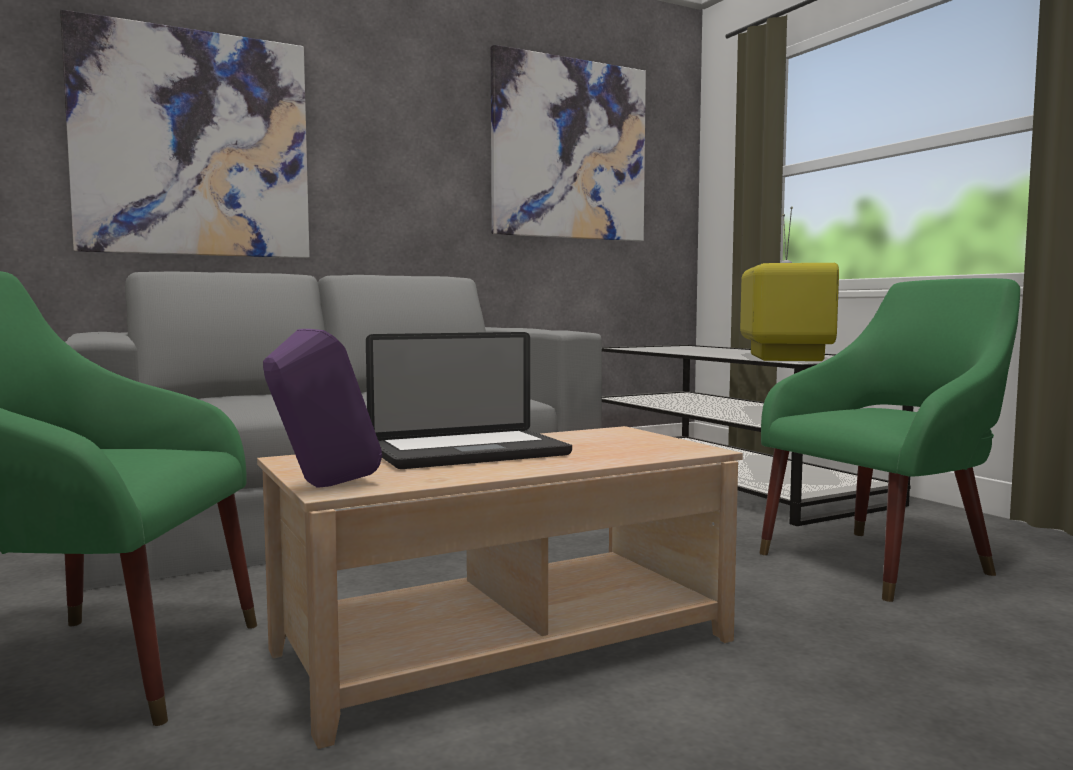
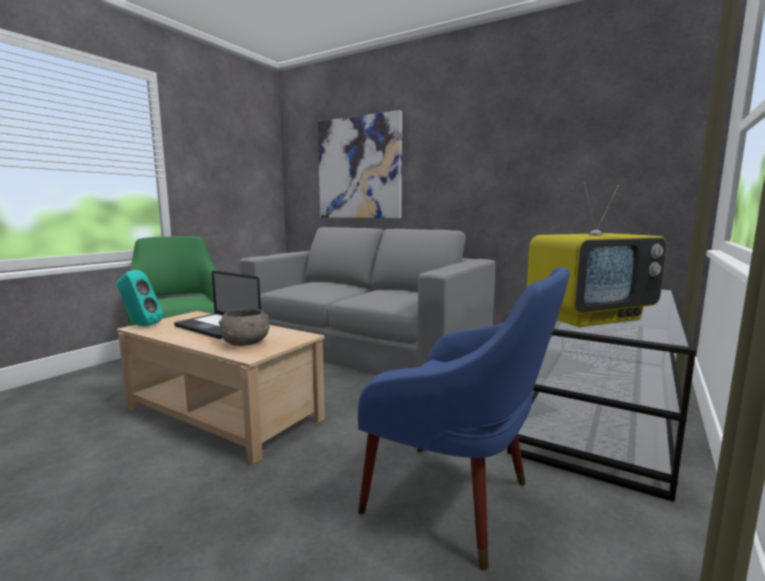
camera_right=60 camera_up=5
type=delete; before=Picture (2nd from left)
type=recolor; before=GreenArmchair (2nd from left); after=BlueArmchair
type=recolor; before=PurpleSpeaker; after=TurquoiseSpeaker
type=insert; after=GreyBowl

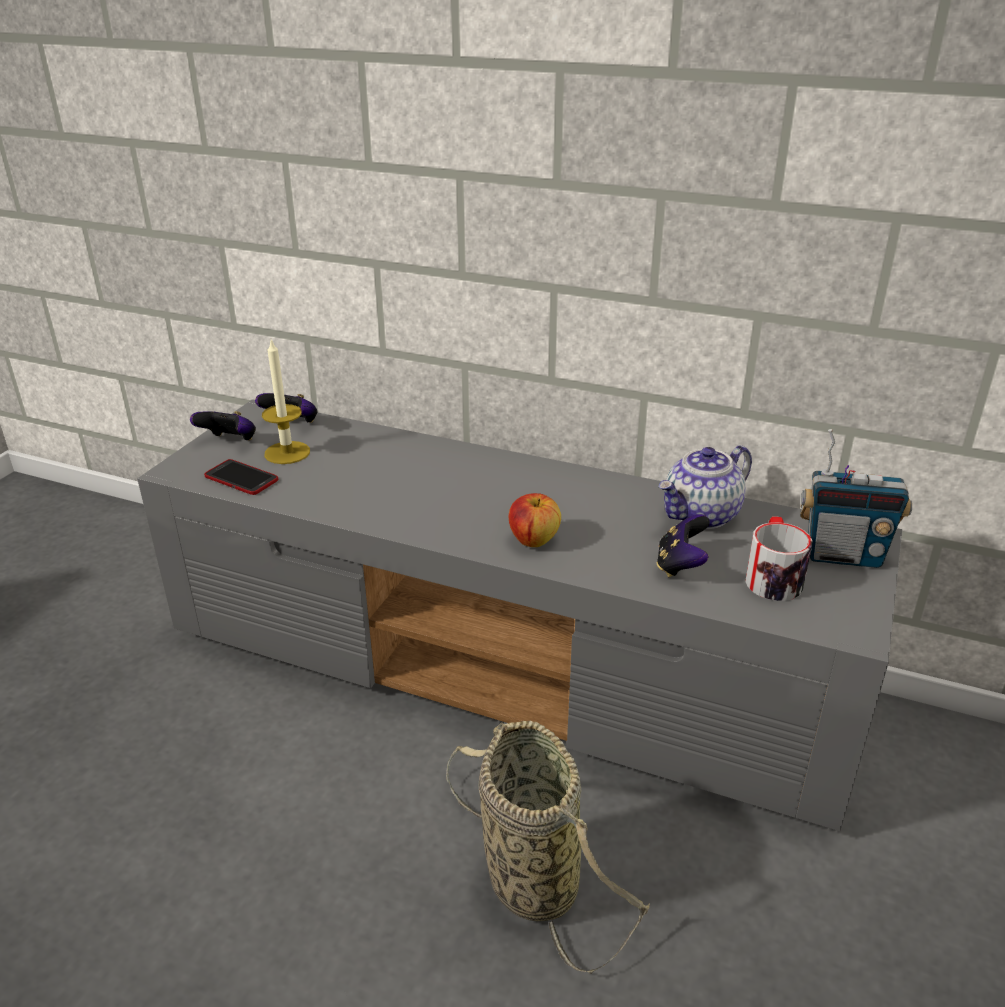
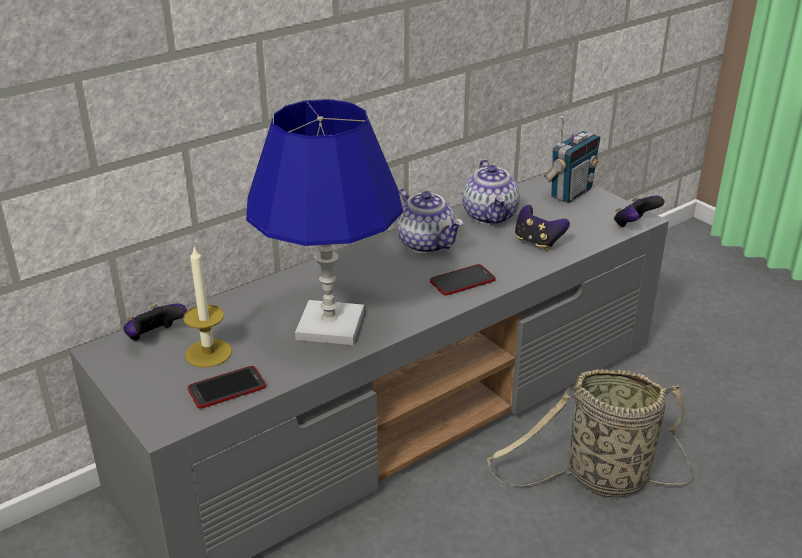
camera_right=-60 camera_up=0
type=move; before=GameController (1st from left in the first image); after=GameController (3rd from left)
type=replace; before=Apple; after=Phone (2nd from left)
type=delete; before=Mug
type=insert; after=BlueTableLamp
type=insert; after=Teapot (1st from left)

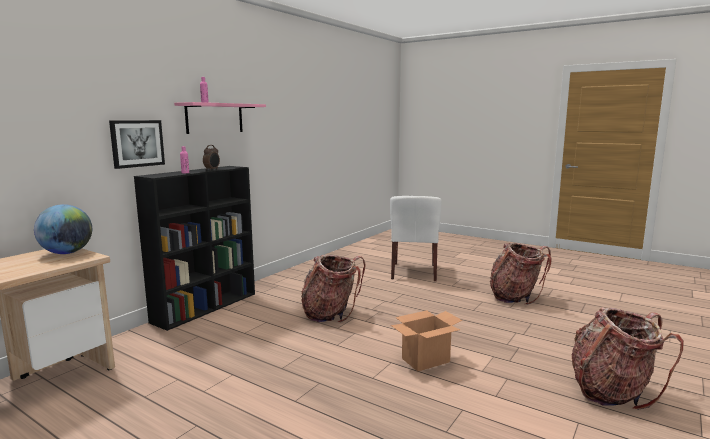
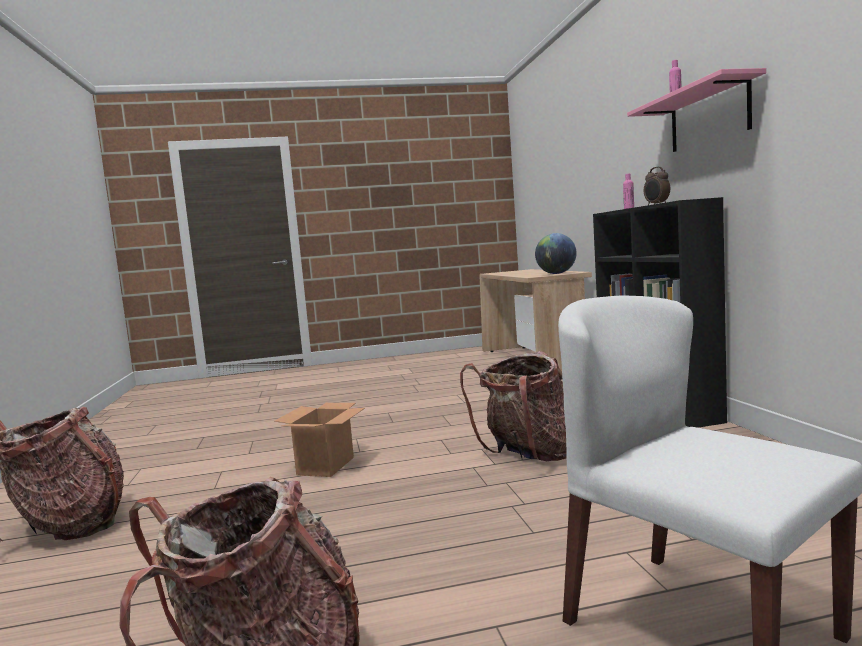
camera_right=135 camera_up=-5
type=delete; before=Picture

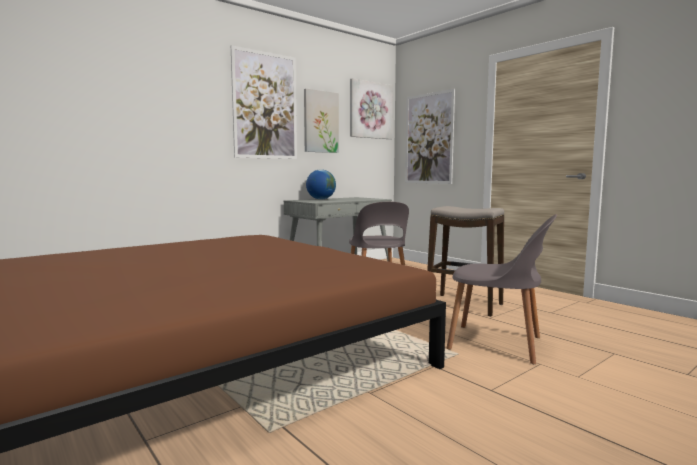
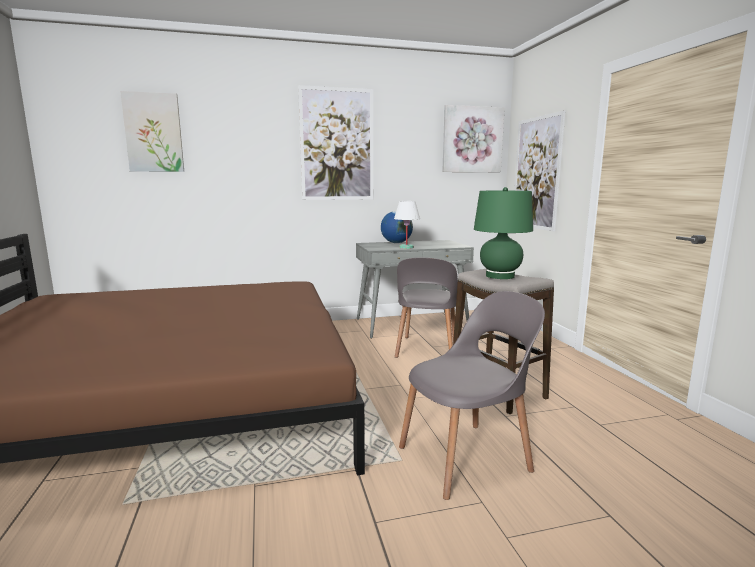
camera_right=25 camera_up=5
type=move; before=Picture (2nd from left in the first image); after=Picture (1st from left)
type=rotate; before=GreyChair (2nd from left); turn=-75
type=insert; after=GreenTableLamp
type=insert; after=WhiteTableLamp

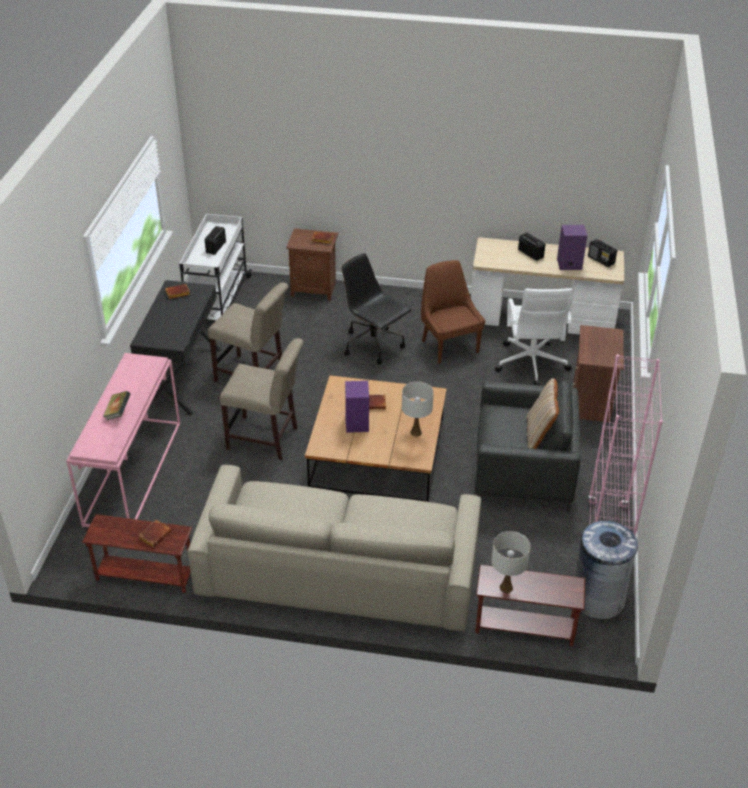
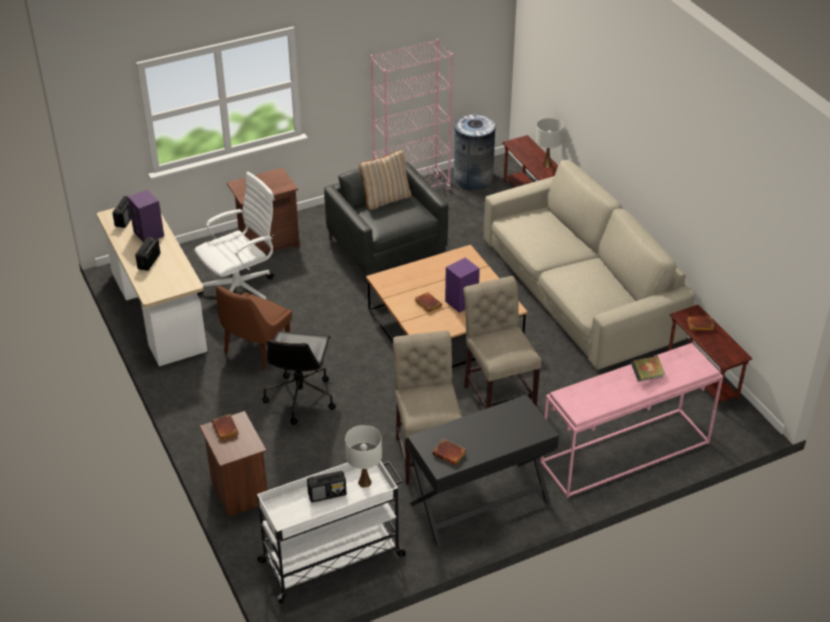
camera_right=-125 camera_up=0
type=move; before=WhiteTableLamp (1st from left)

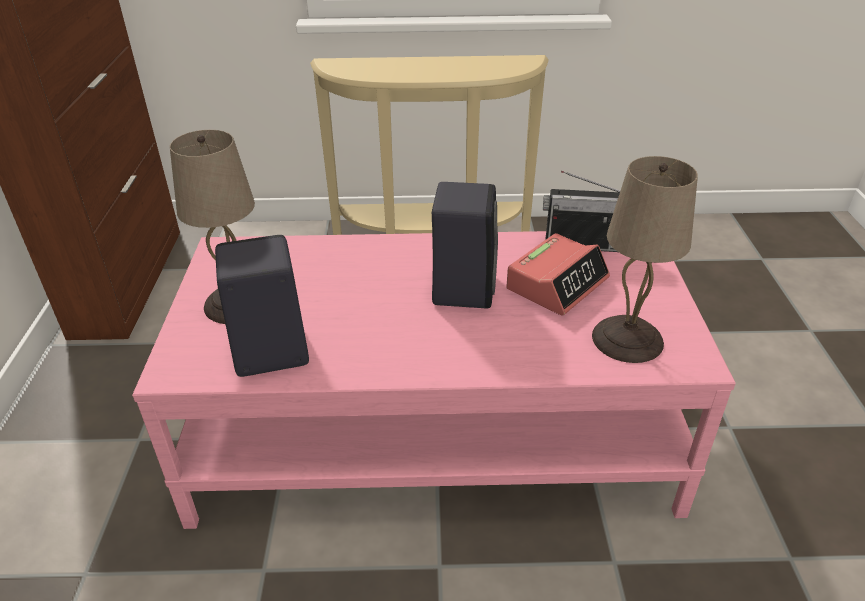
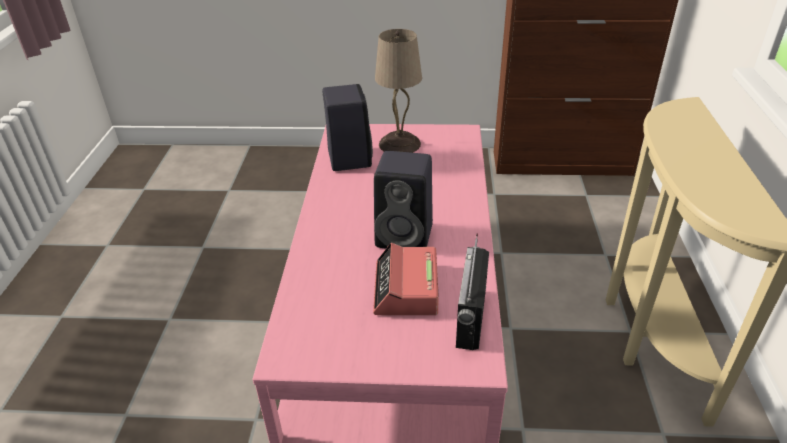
camera_right=95 camera_up=0
type=delete; before=BeigeTableLamp (2nd from left)
type=rotate; before=AlarmClock; turn=45

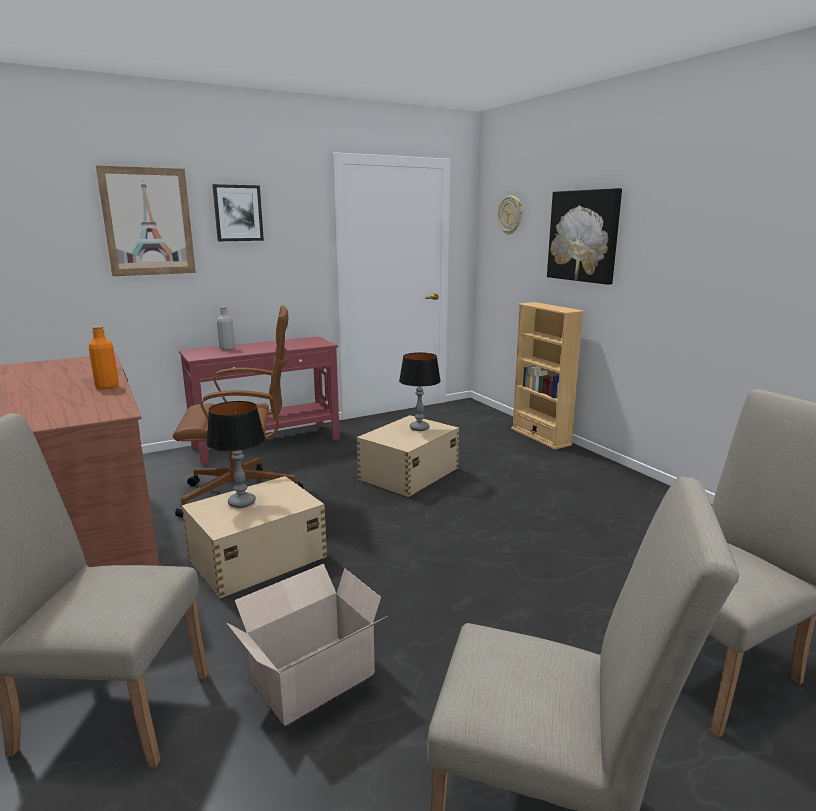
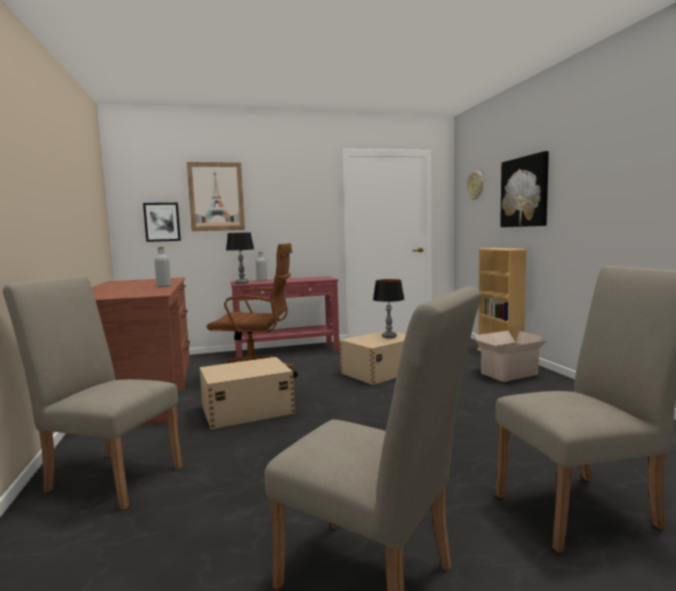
camera_right=15 camera_up=-10
type=move; before=Picture (2nd from left in the first image); after=Picture (1st from left)
type=recolor; before=OrangeBottle; after=GreyBottle (1st from left)
type=move; before=TableLamp (1st from left)
type=move; before=CardboardBox

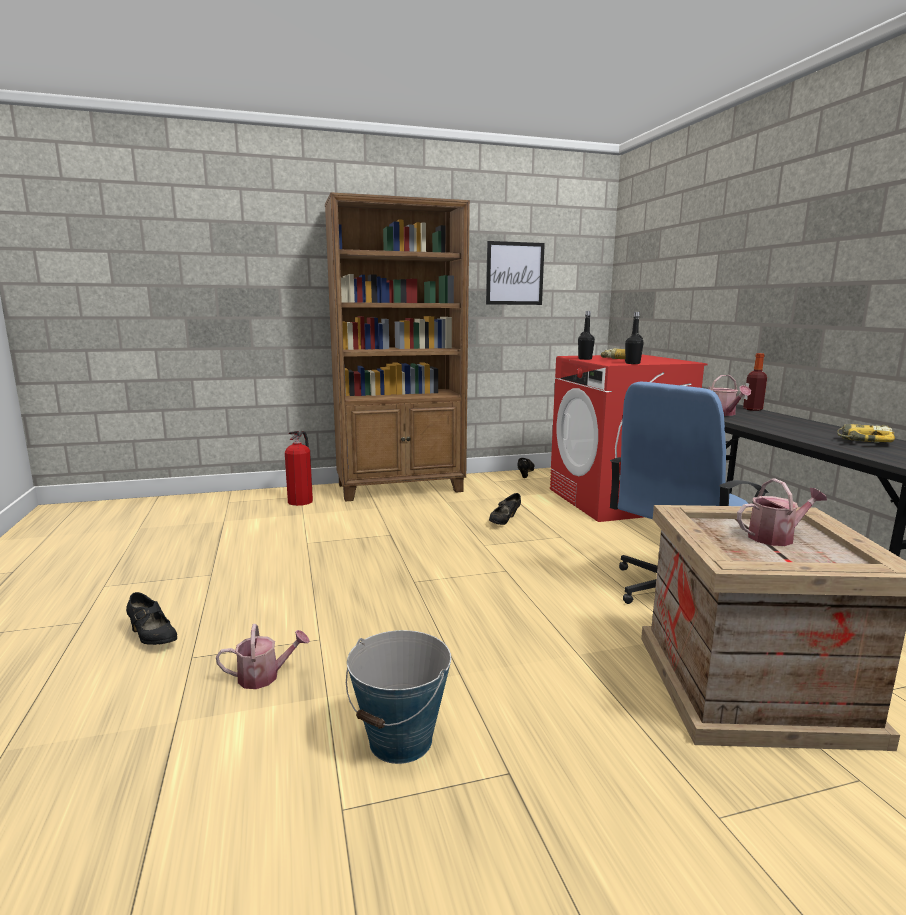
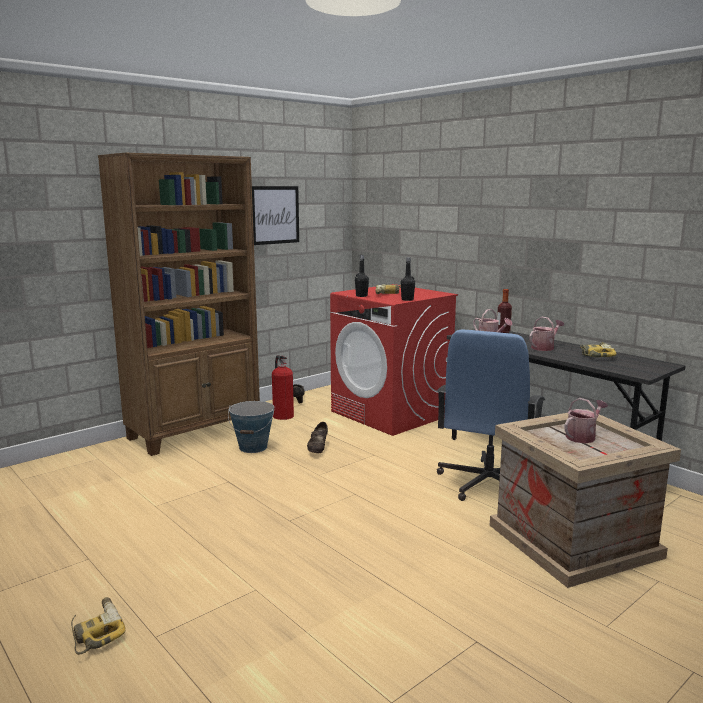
camera_right=-25 camera_up=0
type=move; before=FireExtinguisher
type=replace; before=BlackShoe (1st from left); after=PowerDrill (1st from left)
type=move; before=WateringCan (1st from left in the first image); after=WateringCan (2nd from left)
type=move; before=Bucket

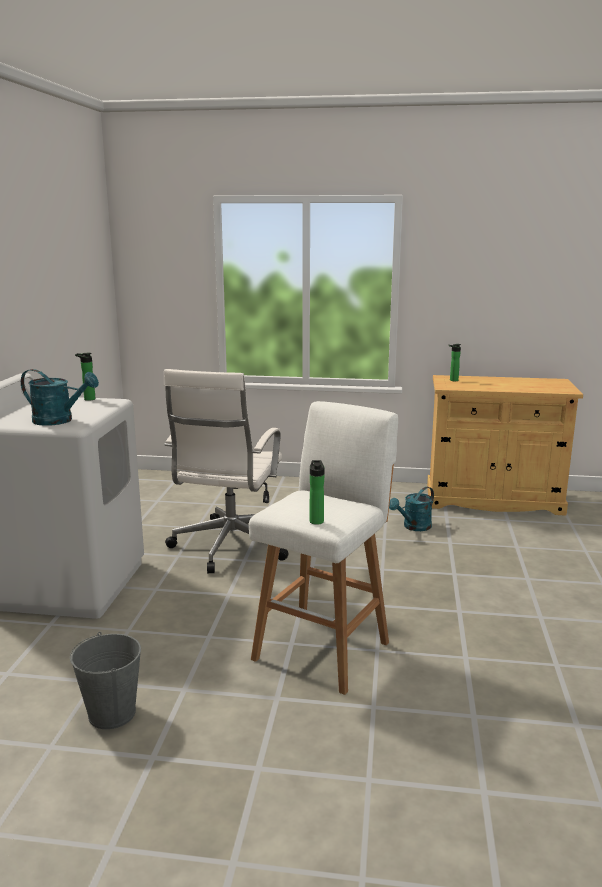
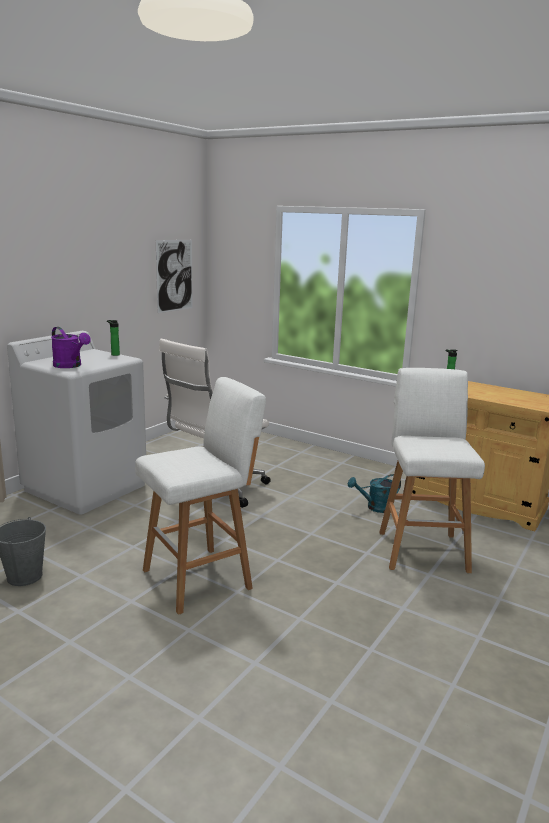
camera_right=25 camera_up=0
type=recolor; before=TurquoiseWateringCan (1st from left); after=PurpleWateringCan
type=delete; before=Bottle (2nd from left)
type=insert; after=Picture
type=insert; after=WhiteStool (2nd from left)

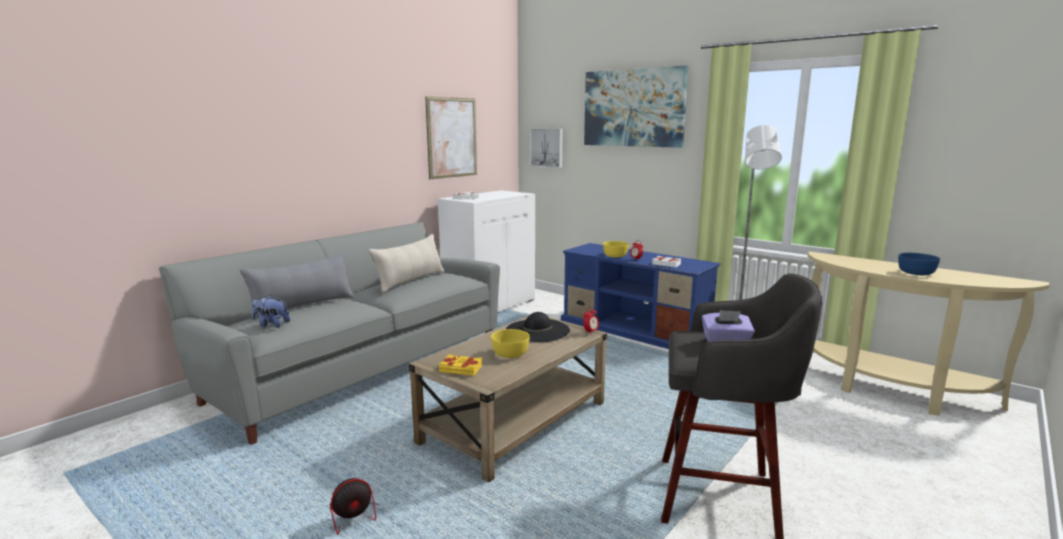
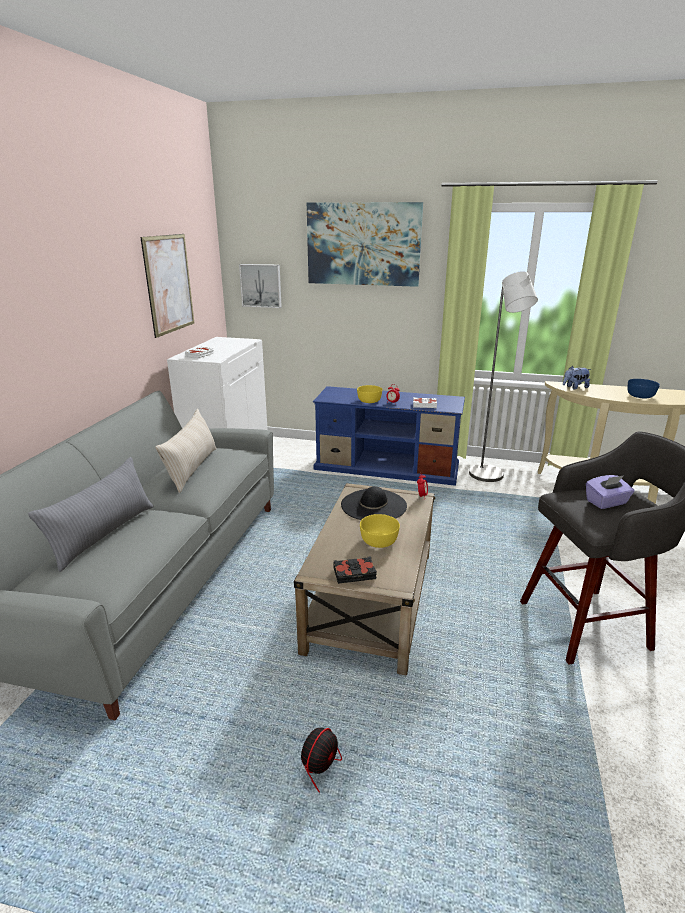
camera_right=-25 camera_up=10
type=move; before=PlushToy
type=recolor; before=YellowBook; after=BlackBook

